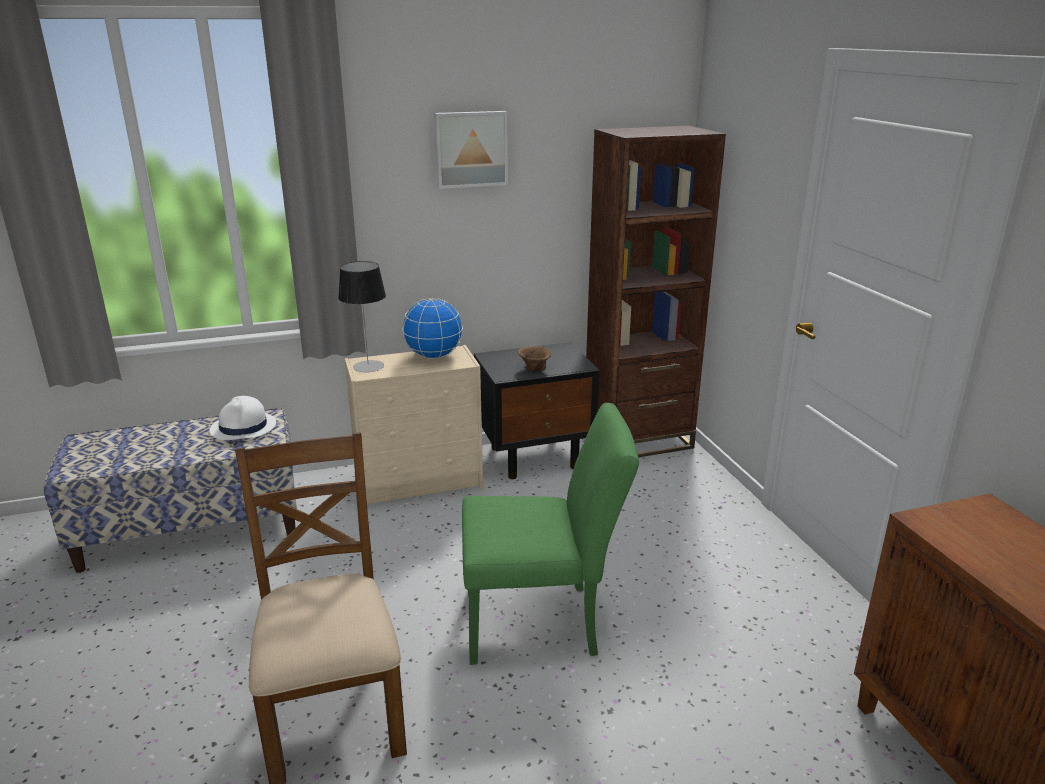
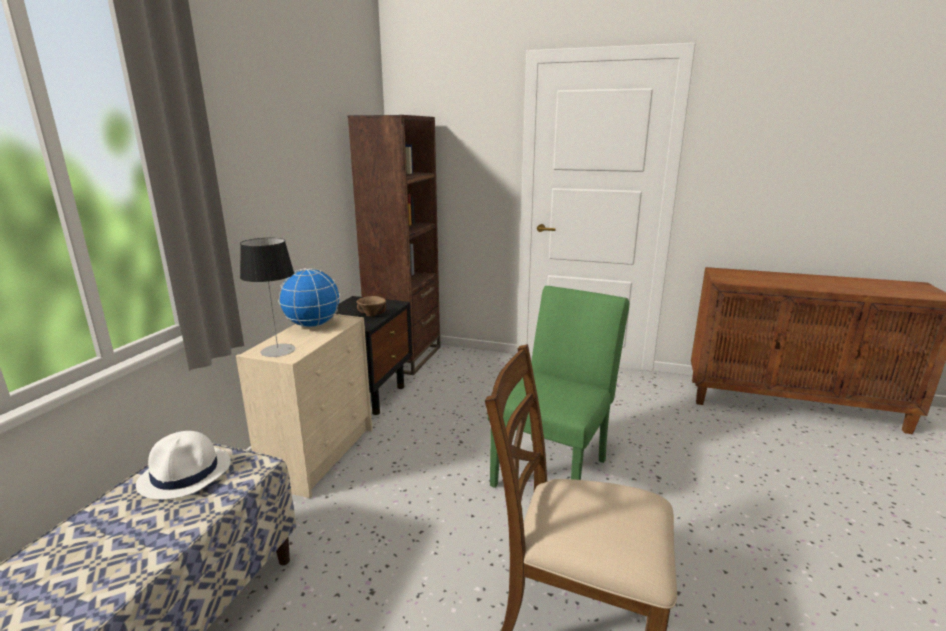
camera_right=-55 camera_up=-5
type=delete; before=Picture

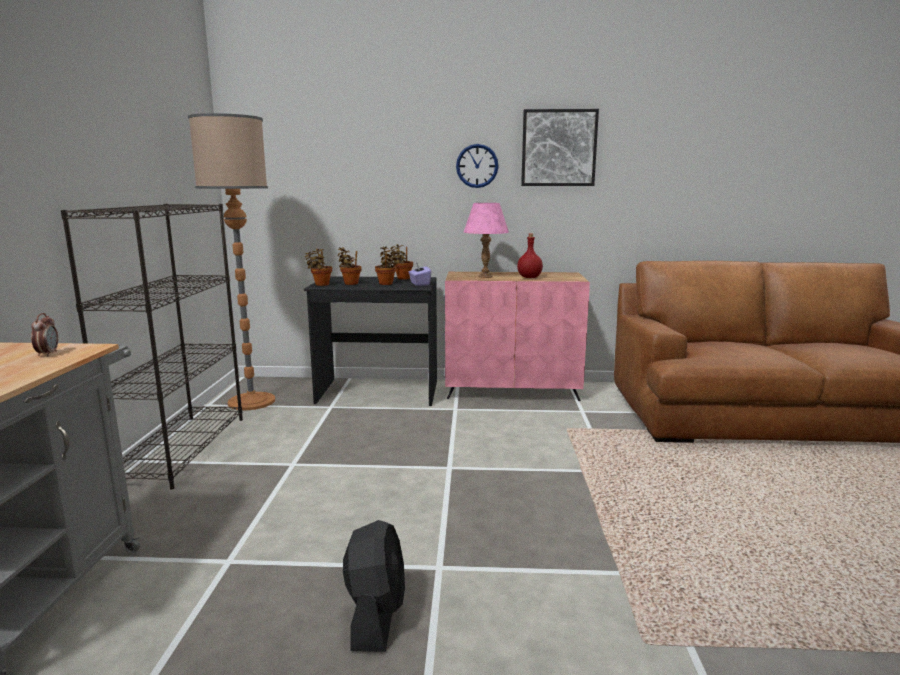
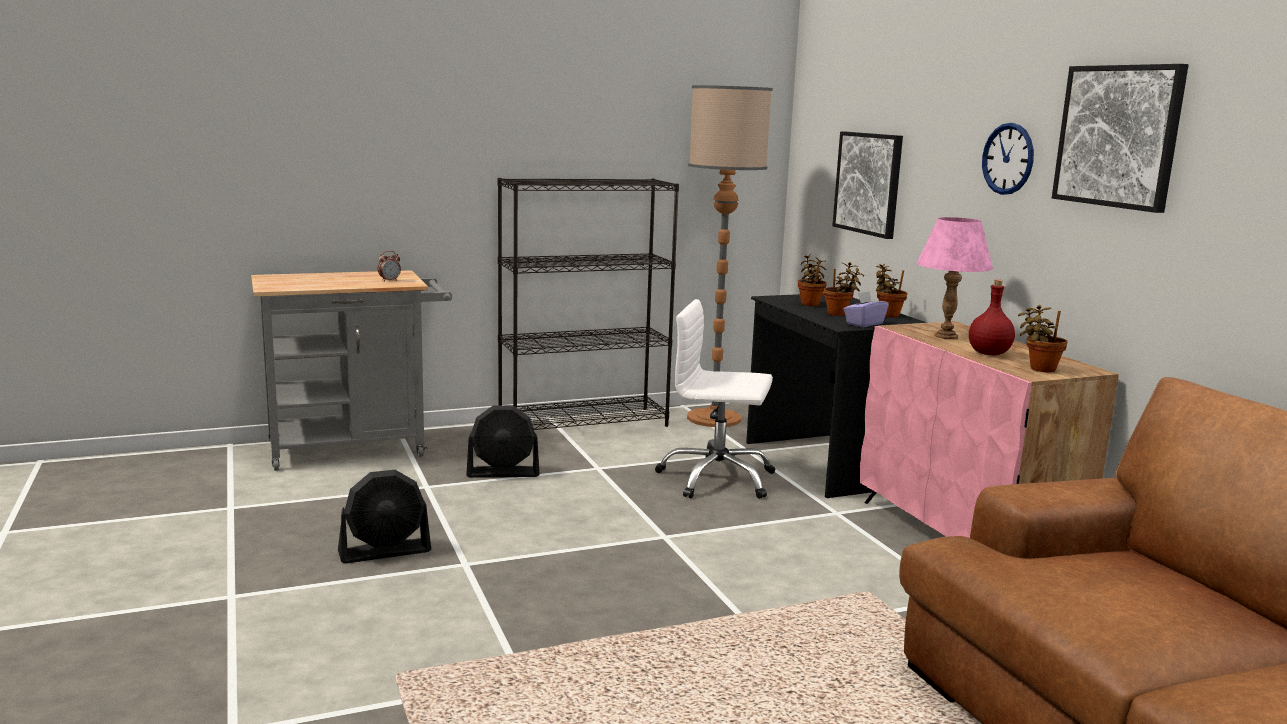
camera_right=65 camera_up=0
type=move; before=PottedPlant (1st from left in the first image); after=PottedPlant (4th from left)
type=insert; after=Picture (1st from left)
type=insert; after=WhiteOfficeChair
type=insert; after=BlackFan (2nd from left)

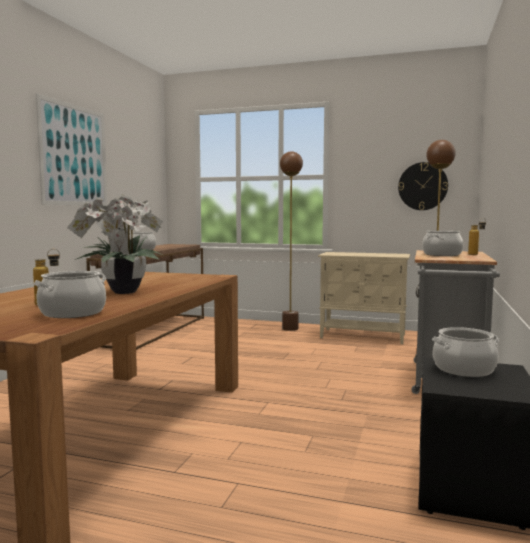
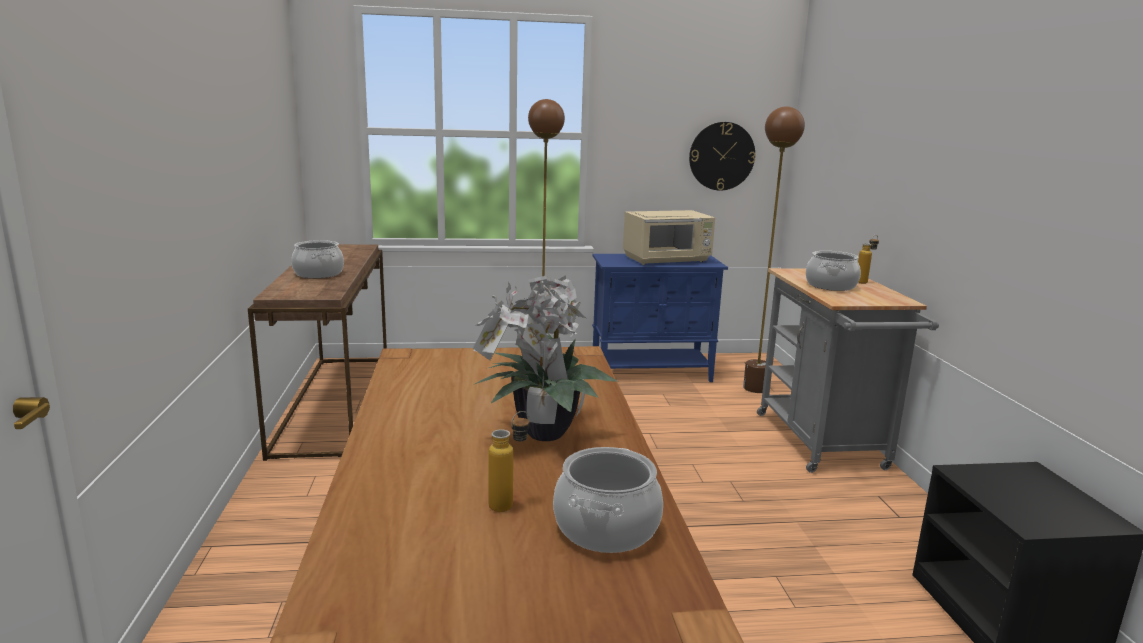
camera_right=-25 camera_up=10
type=delete; before=Picture
type=recolor; before=BeigeCabinet; after=BlueCabinet
type=delete; before=CookingPot (4th from left)
type=insert; after=BeigeMicrowave

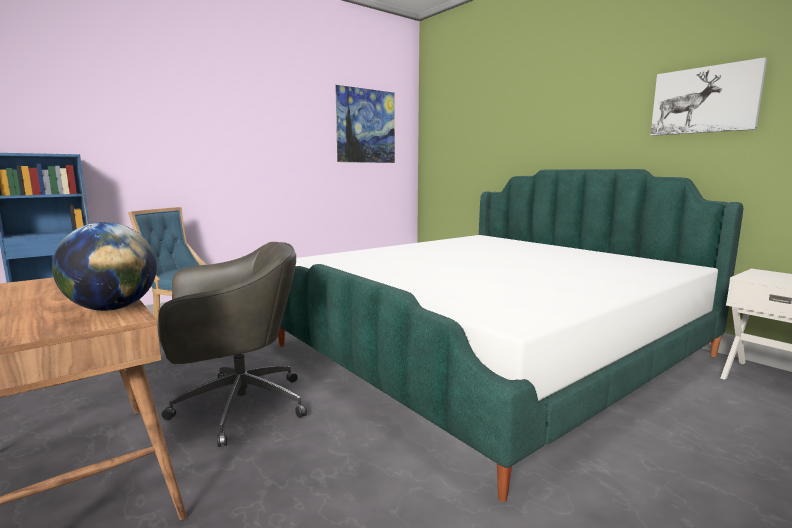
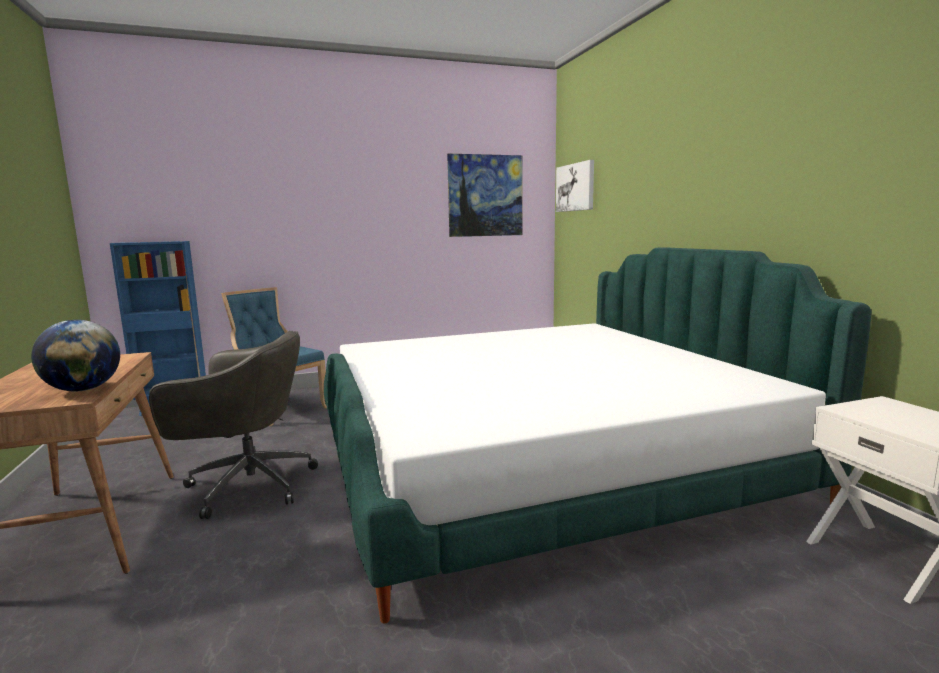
camera_right=20 camera_up=0
type=move; before=Picture (2nd from left)

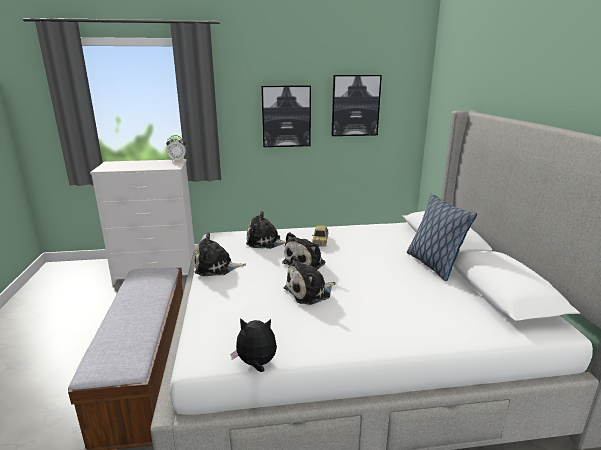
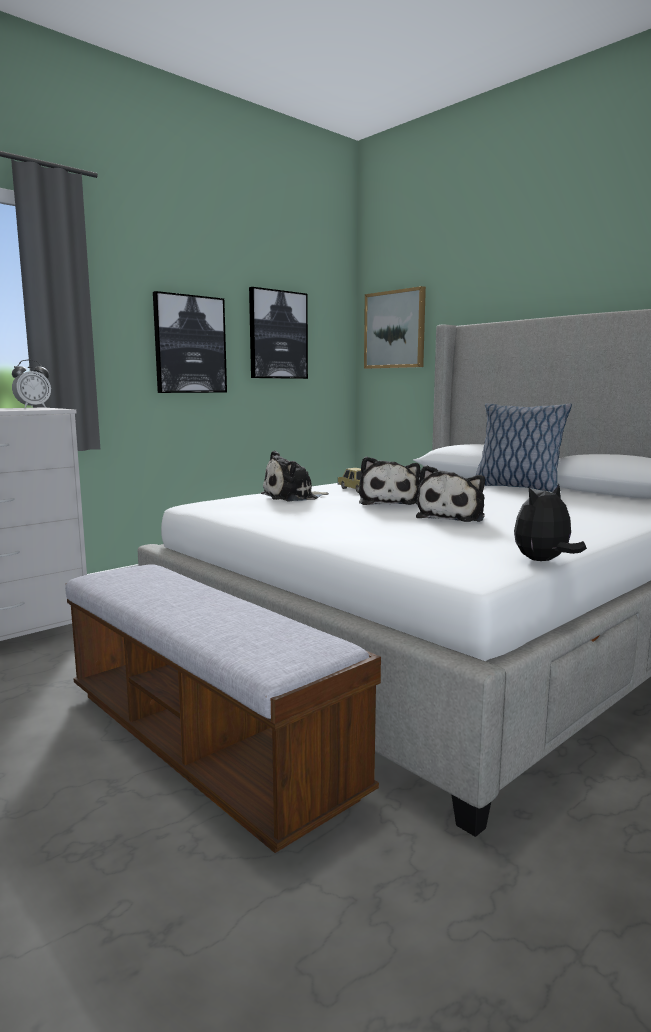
camera_right=-35 camera_up=-10
type=delete; before=PlushToy (1st from left)
type=insert; after=Picture (3rd from left)

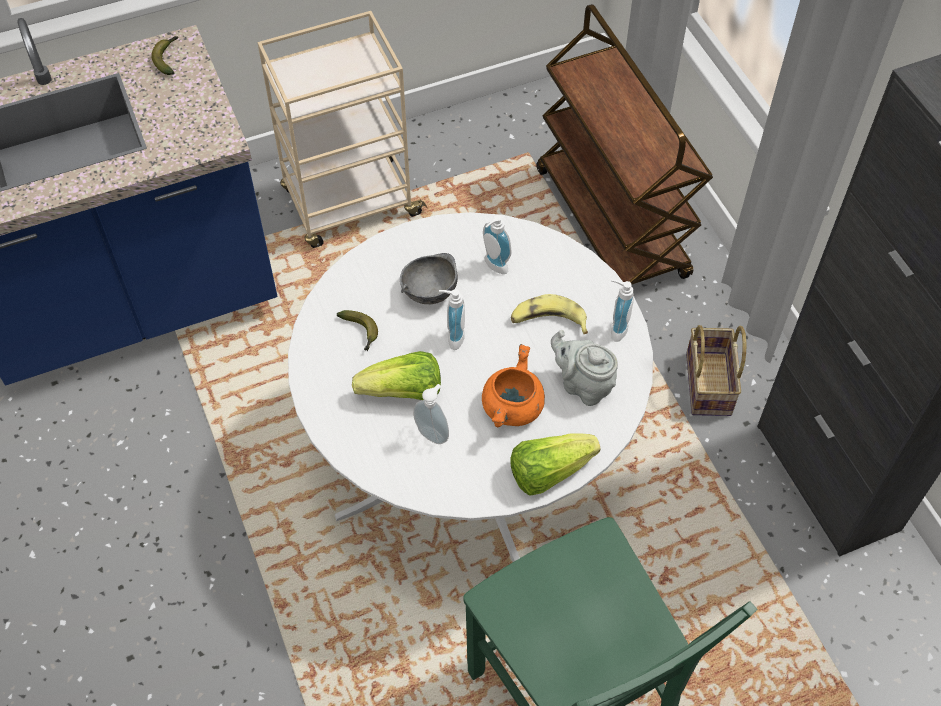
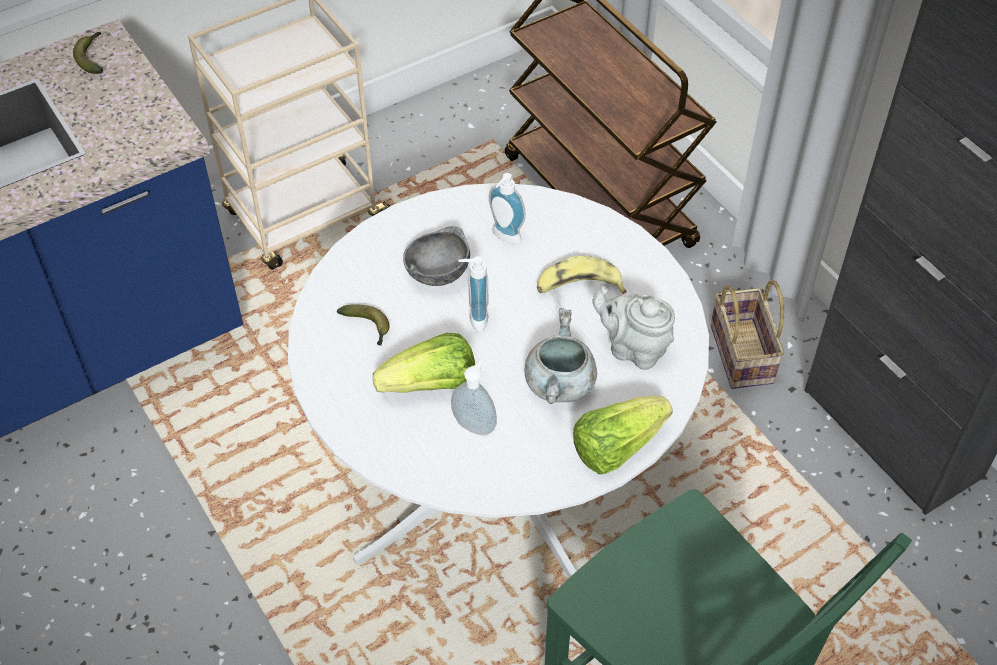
camera_right=-10 camera_up=-5
type=delete; before=SoapDispenser (4th from left)
type=recolor; before=OrangeCookingPot; after=GreyCookingPot

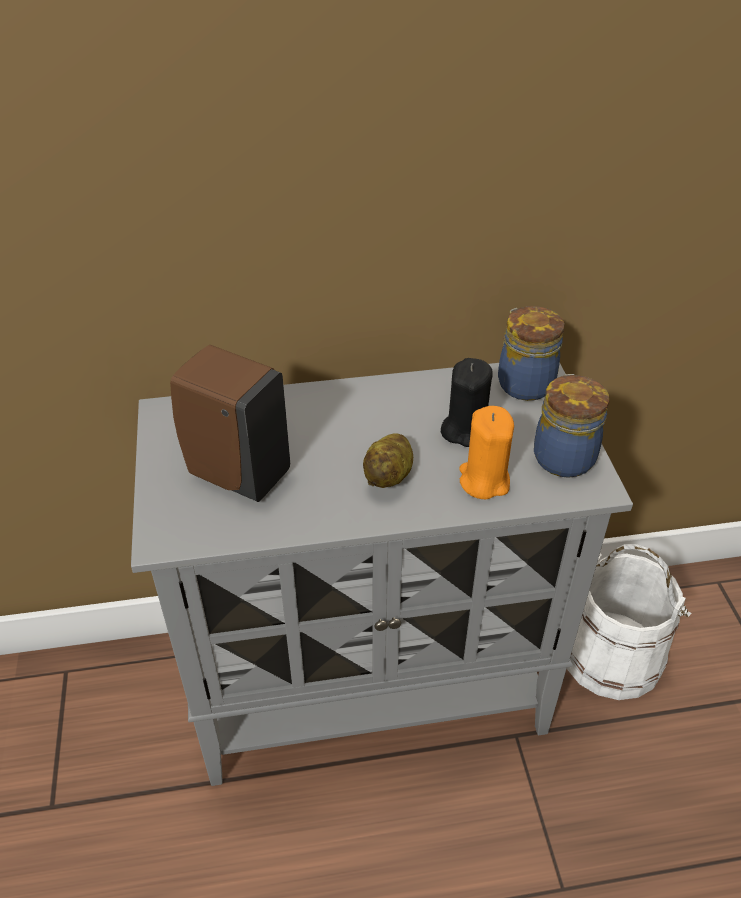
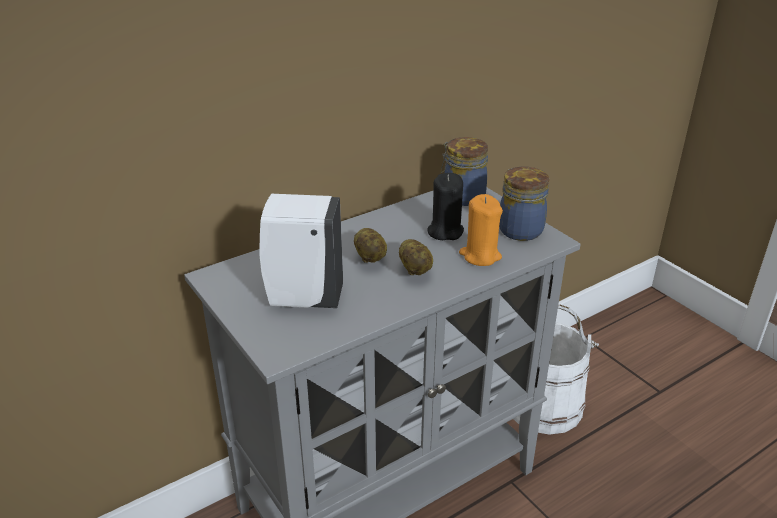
camera_right=-25 camera_up=-10
type=recolor; before=BrownSoapDispenser; after=WhiteSoapDispenser
type=insert; after=Potato (1st from left)

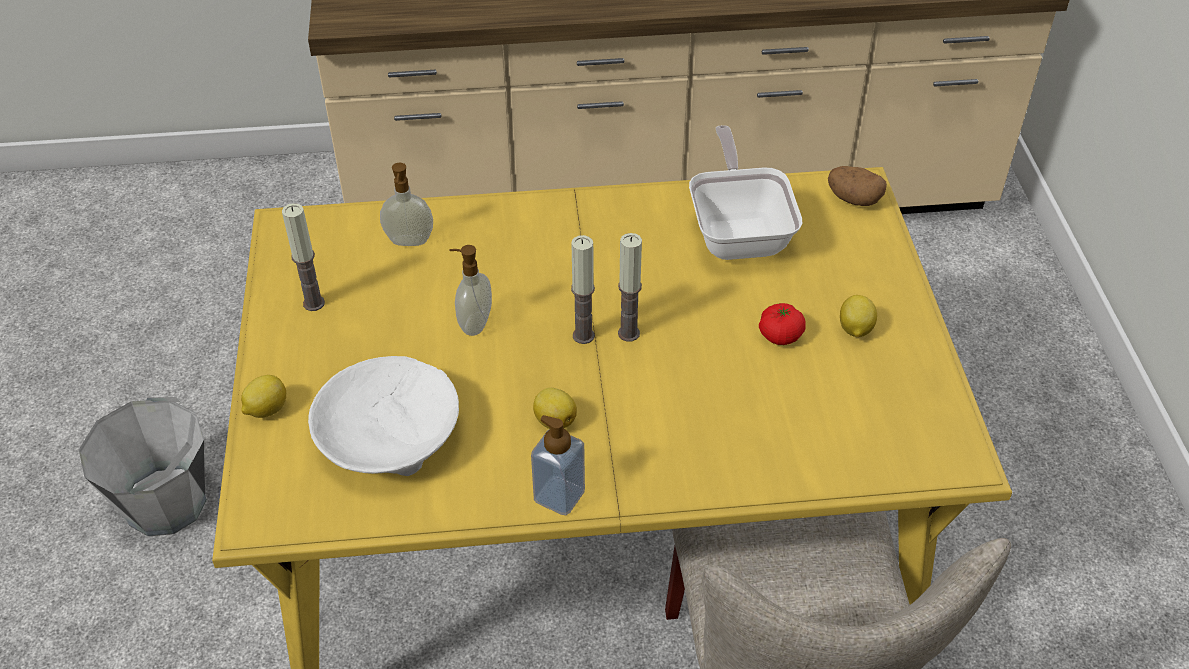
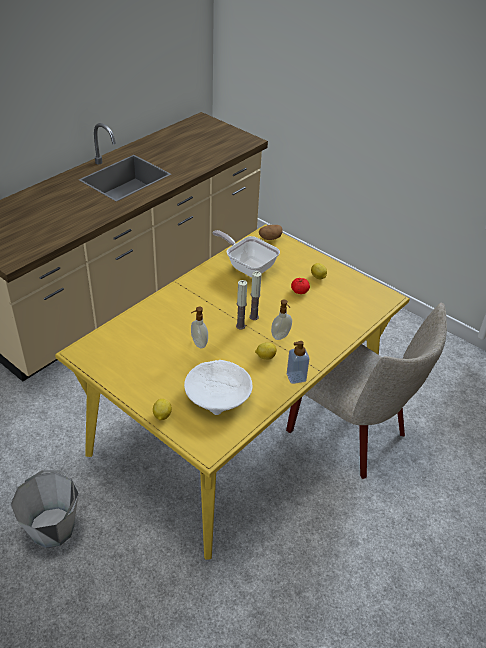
camera_right=-45 camera_up=-5
type=move; before=SoapDispenser (1st from left in the first image); after=SoapDispenser (2nd from left)
type=delete; before=Candle (1st from left)

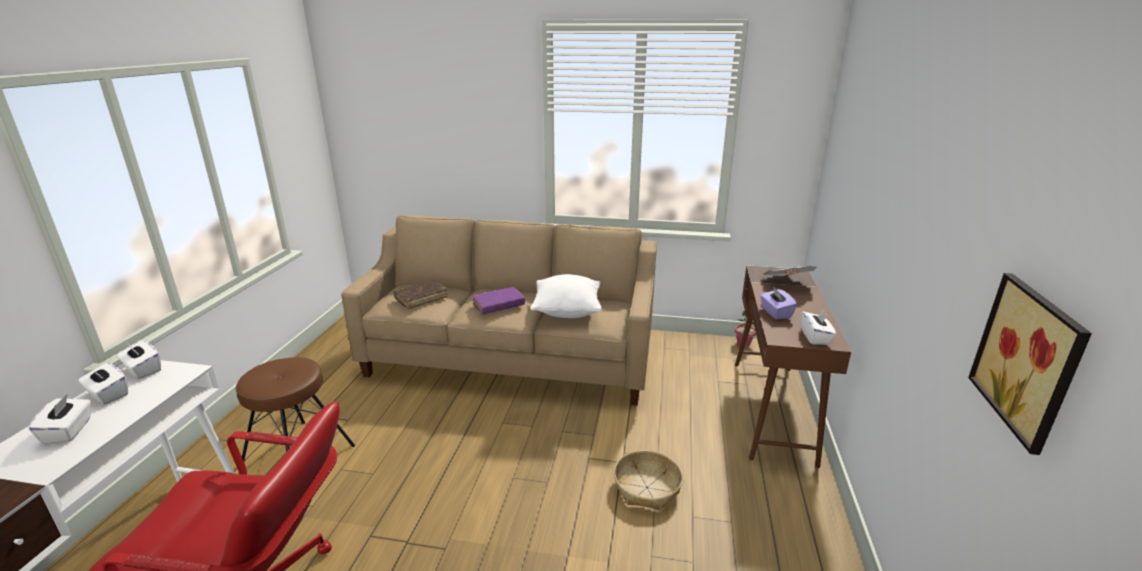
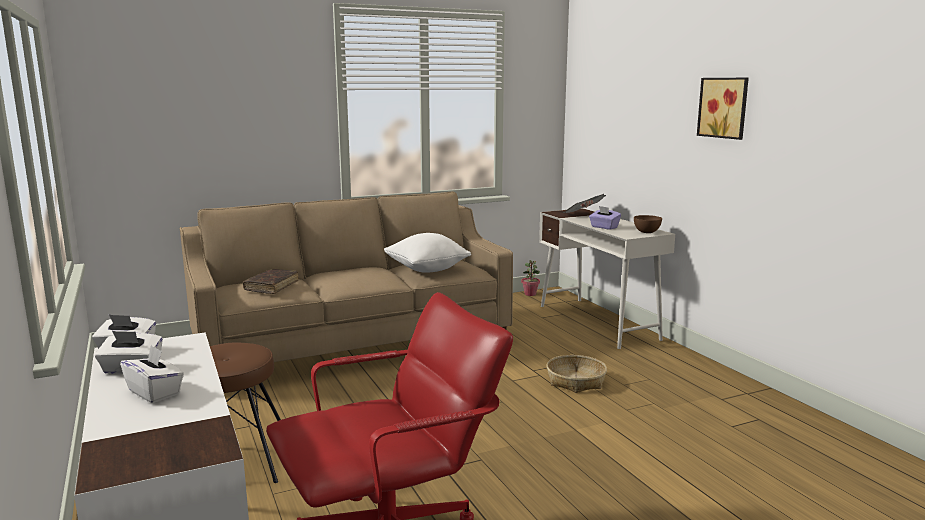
camera_right=-35 camera_up=-10
type=recolor; before=BrownDesk; after=WhiteDesk (2nd from left)
type=move; before=Picture
type=delete; before=PurpleBook
type=replace; before=WhiteTissueBox (4th from left); after=BrownBowl

